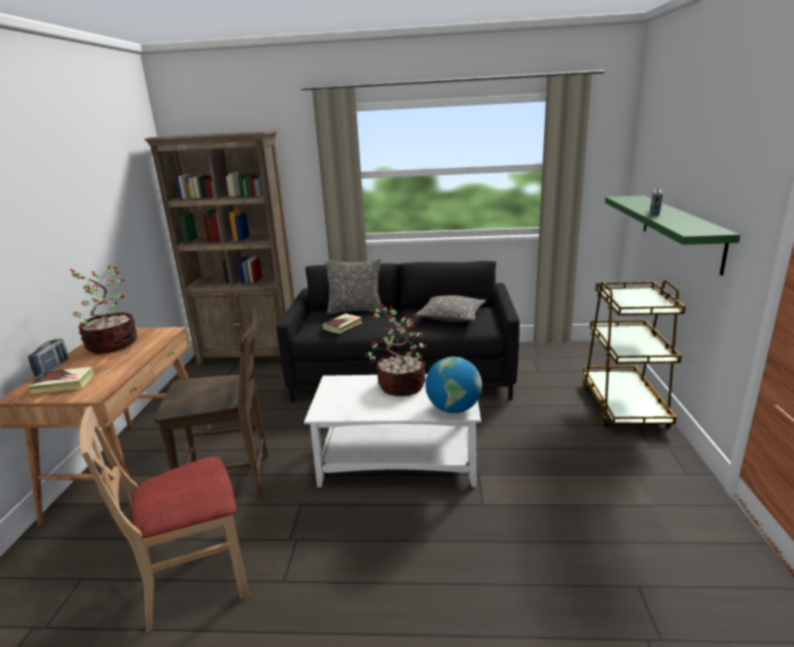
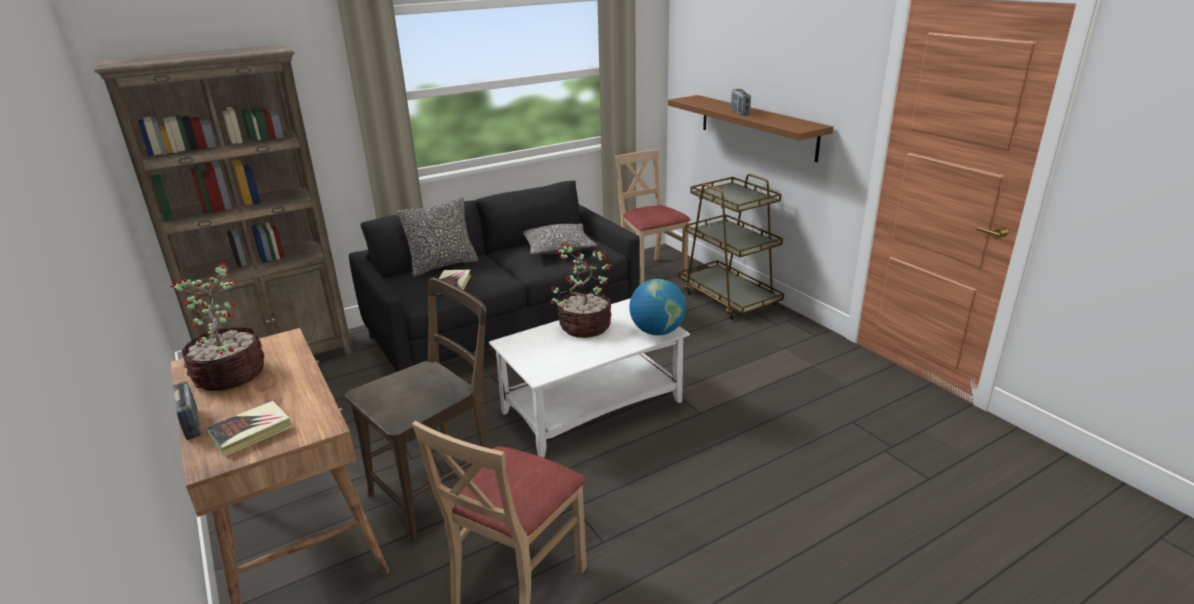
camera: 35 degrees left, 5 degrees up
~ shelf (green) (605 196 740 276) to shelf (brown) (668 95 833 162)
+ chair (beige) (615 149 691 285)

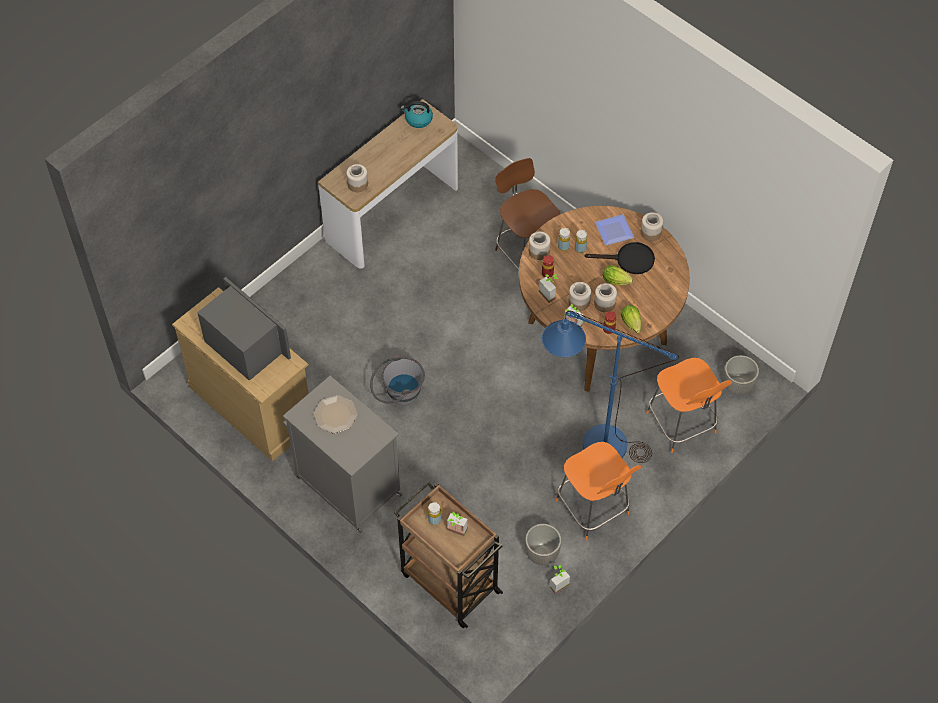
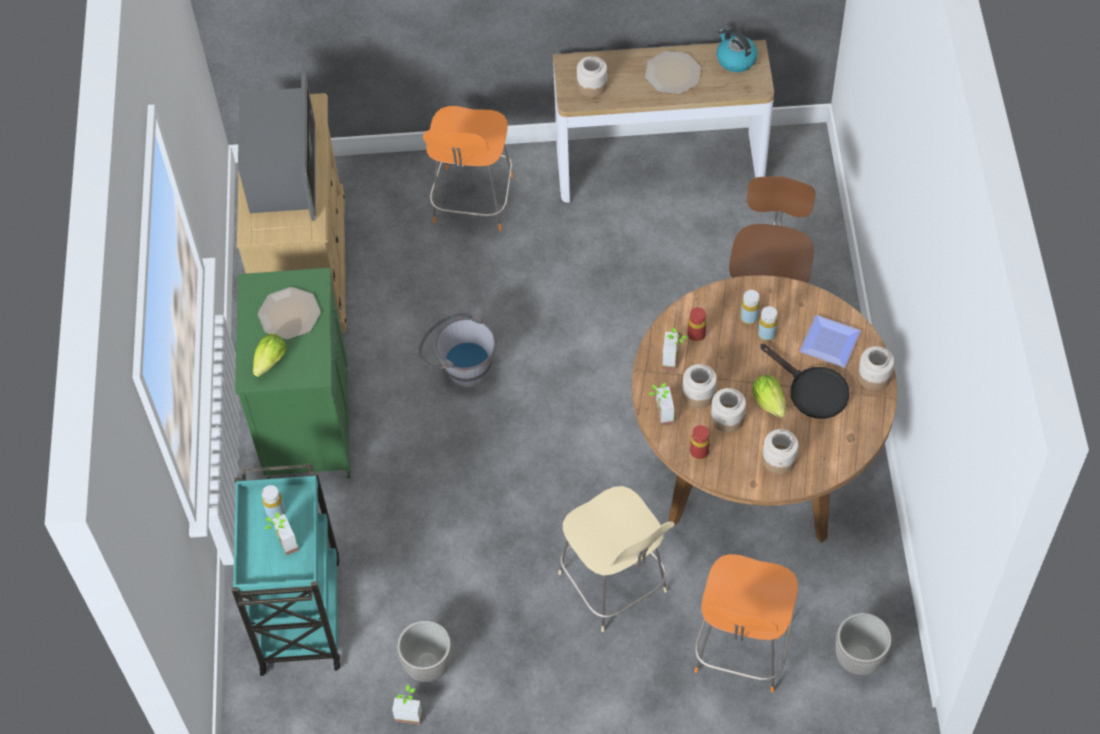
camera: 45 degrees right, 0 degrees up
~ jar (529 231 551 260) to (762 429 799 474)
~ lettuce (621 305 642 333) to (253 334 287 377)
~ floor lamp (blue) (542 311 679 463) to chair (beige) (558 486 674 632)
~ cabinet (grey) (283 376 402 533) to cabinet (green) (235 268 350 479)
~ chair (orange) (556 442 641 540) to (423 106 514 231)
~ cart (brown) (394 482 503 628) to cart (turquoise) (232 464 341 676)
+ plate (645 51 701 94)

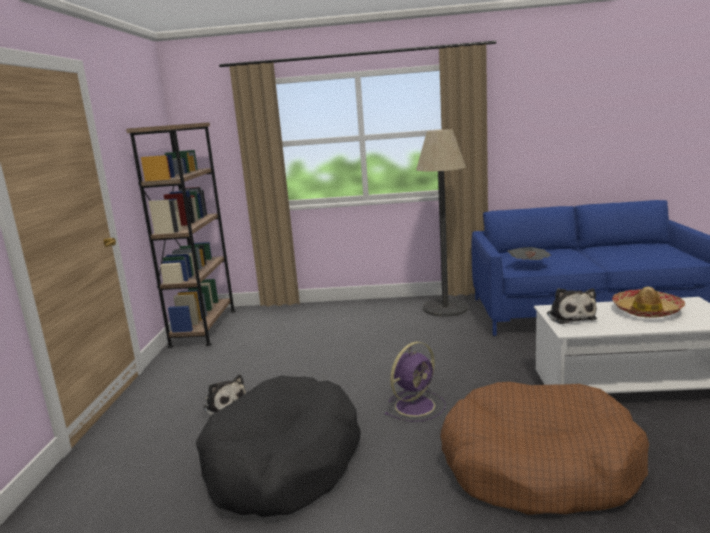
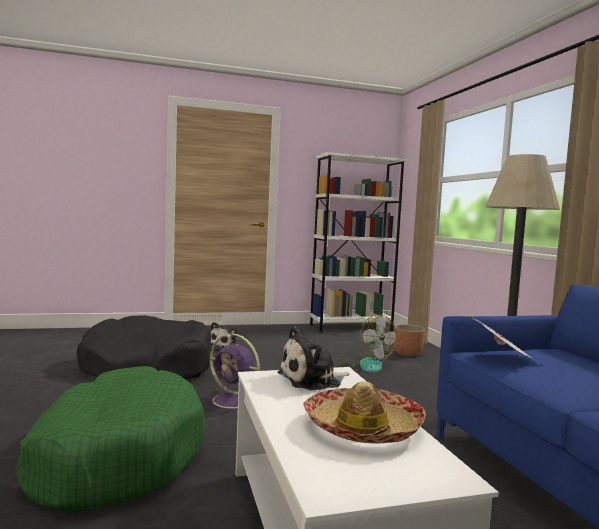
camera: 70 degrees right, 10 degrees down
~ bookcase (brown) (126 122 235 348) to bookcase (white) (309 151 407 333)
~ dog bed (brown) (440 382 649 515) to dog bed (green) (16 366 205 513)
+ fan (340 314 397 373)
+ planter (394 324 425 356)

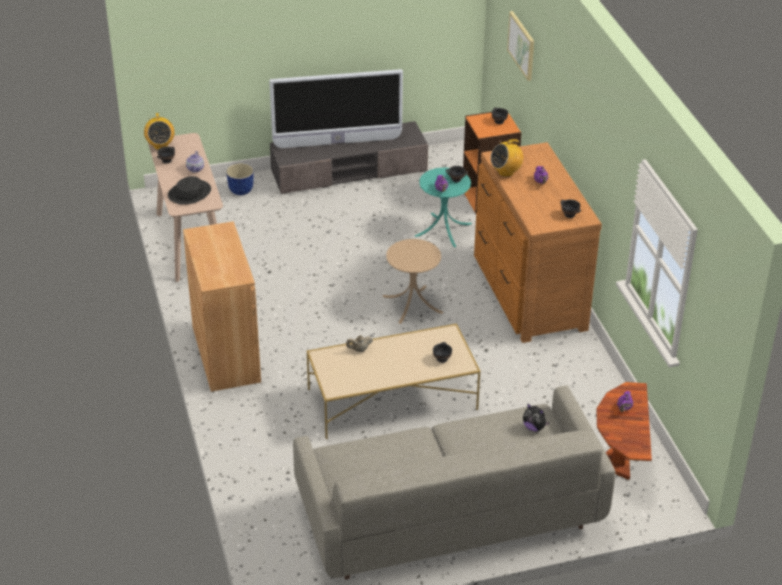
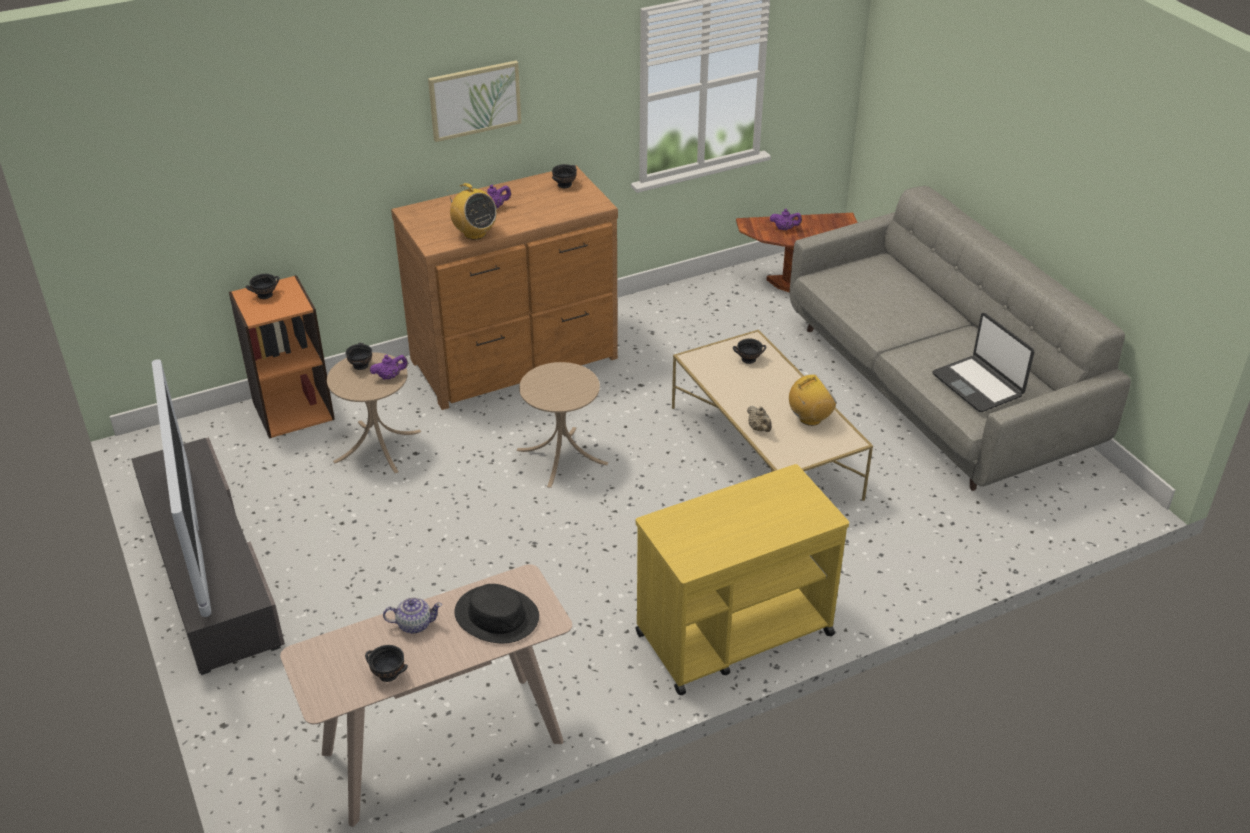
camera: 100 degrees left, 0 degrees up
~ picture (507 11 534 81) to (428 61 521 142)
~ radio (144 113 175 150) to (789 374 837 426)
- planter (226 163 254 195)
~ side table (turquoise) (414 168 472 248) to side table (beige) (327 352 421 473)
~ cabinet (brown) (183 221 261 392) to cart (yellow) (635 464 849 695)
- plush toy (523 403 550 432)
+ laptop (932 313 1034 412)

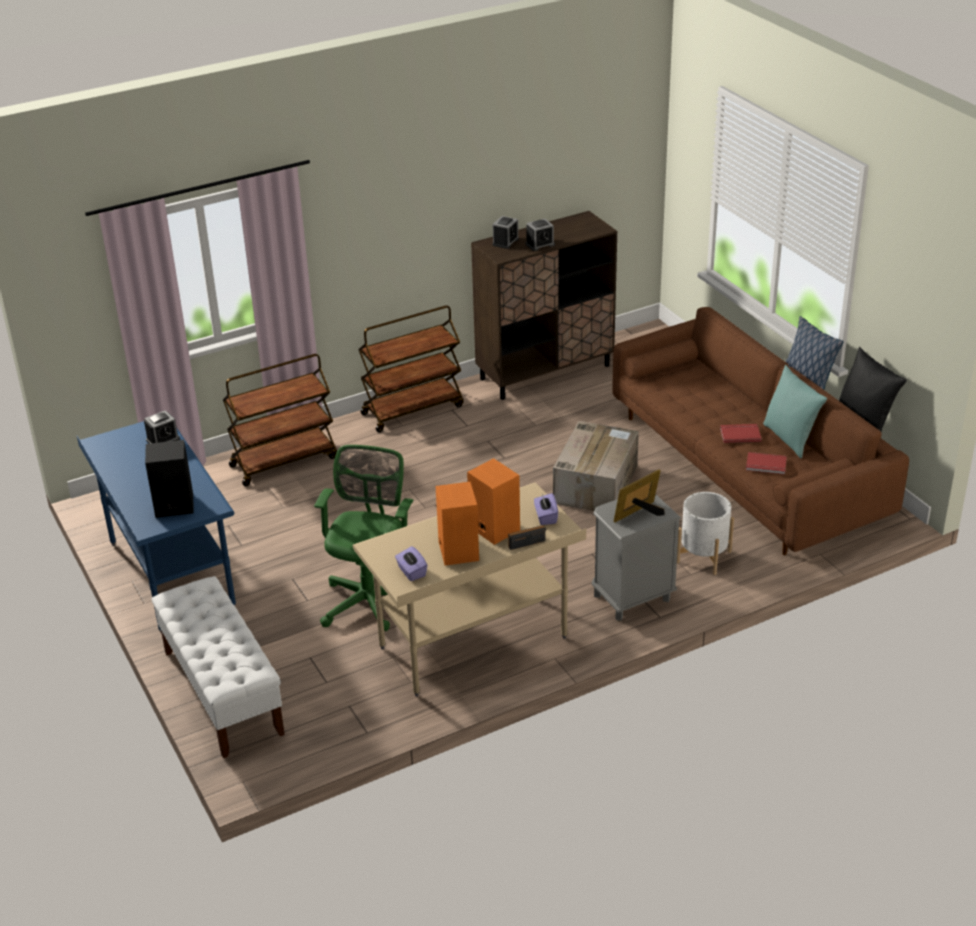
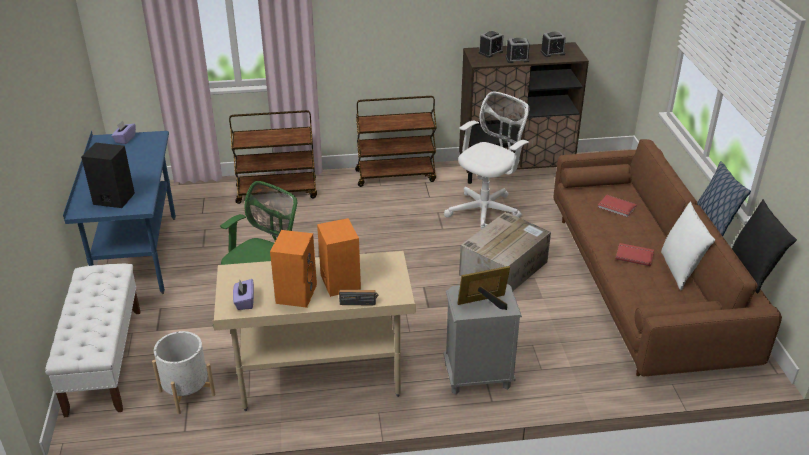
camera: 20 degrees right, 0 degrees up
~ pillow (turquoise) (763 365 827 458) to pillow (white) (661 201 715 290)
~ alarm clock (144 410 180 444) to (540 31 566 57)
~ book (red) (746 452 787 475) to (597 195 637 217)
~ planter (white) (677 492 734 575) to (152 331 216 415)
~ tissue box (purple) (534 493 558 525) to (112 120 136 144)
+ office chair (white) (444 91 530 229)

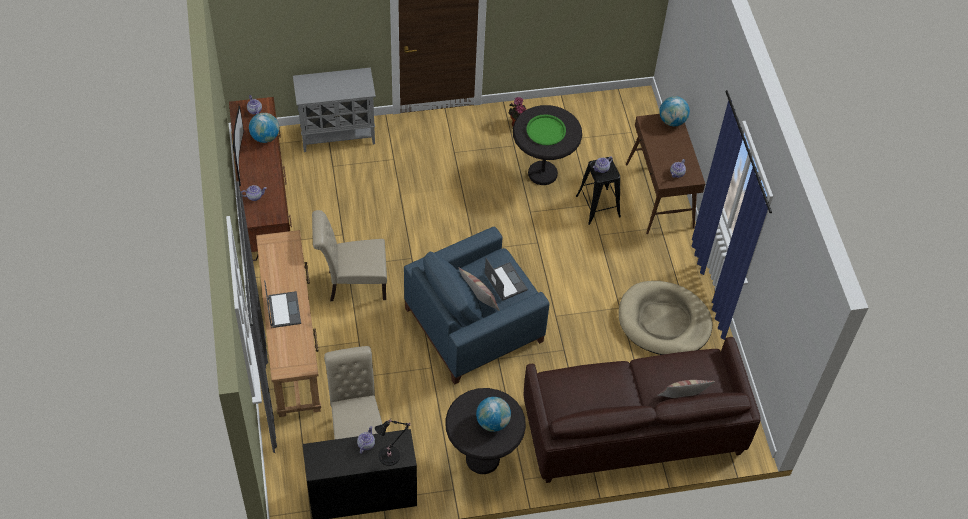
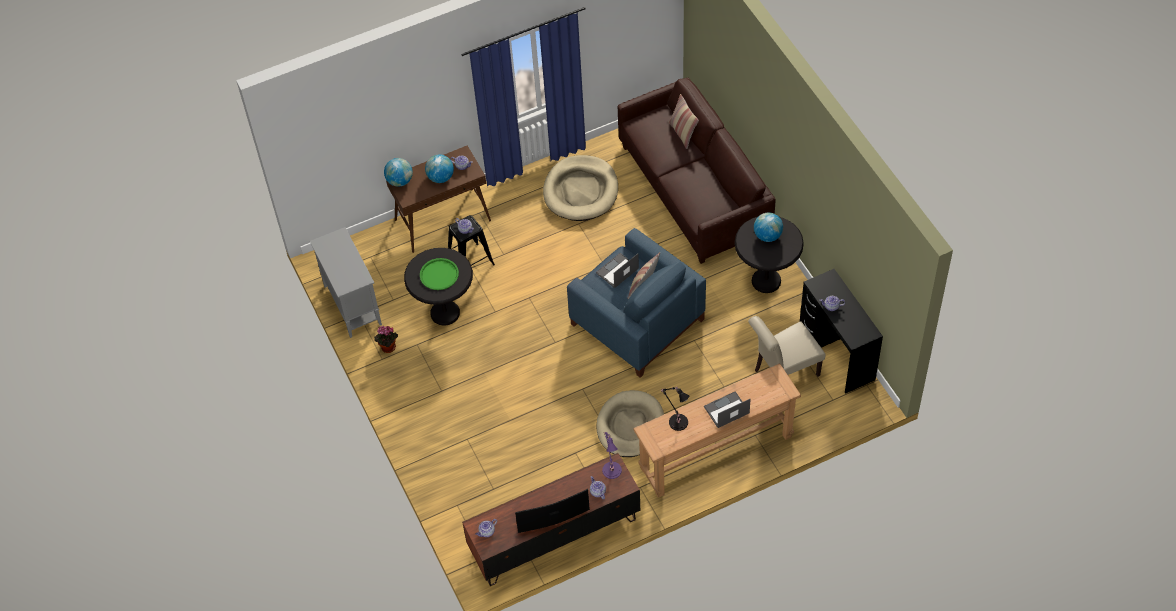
camera: 100 degrees left, 0 degrees up
~ cabinet (grey) (293 68 376 152) to (310 227 382 338)
~ globe (249 113 279 143) to (425 154 454 183)
~ chair (beige) (312 210 387 301) to dog bed (beige) (597 390 664 457)
~ table lamp (black) (375 419 411 466) to (661 387 689 431)
+ table lamp (purple) (602 432 622 479)

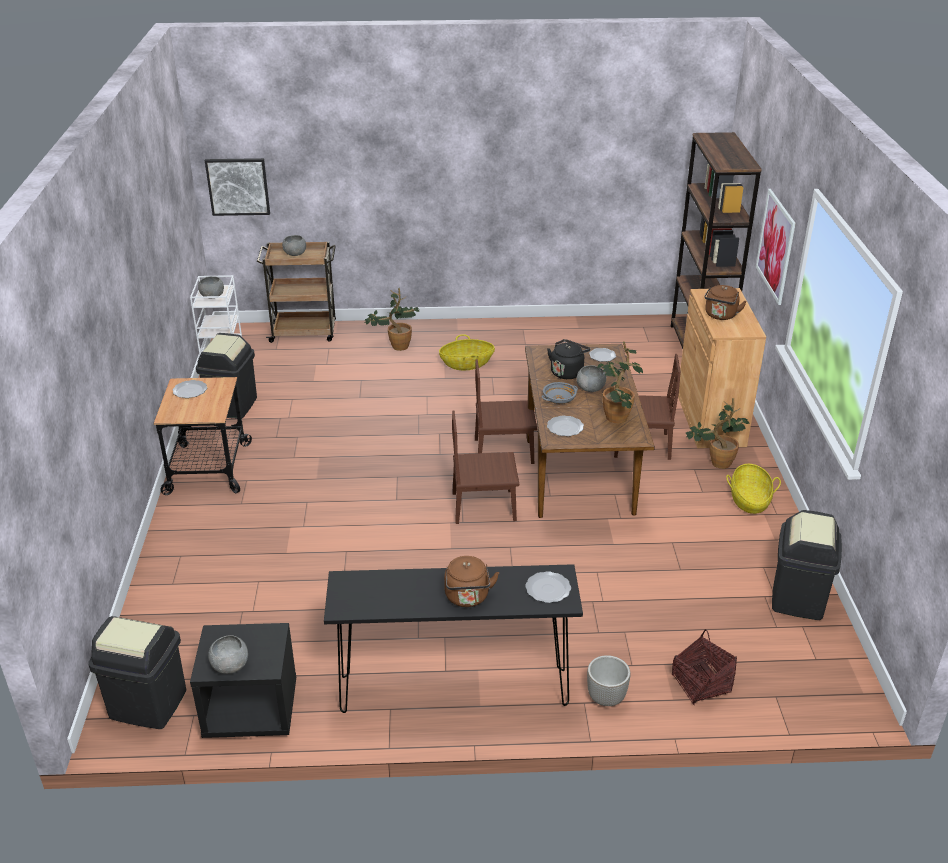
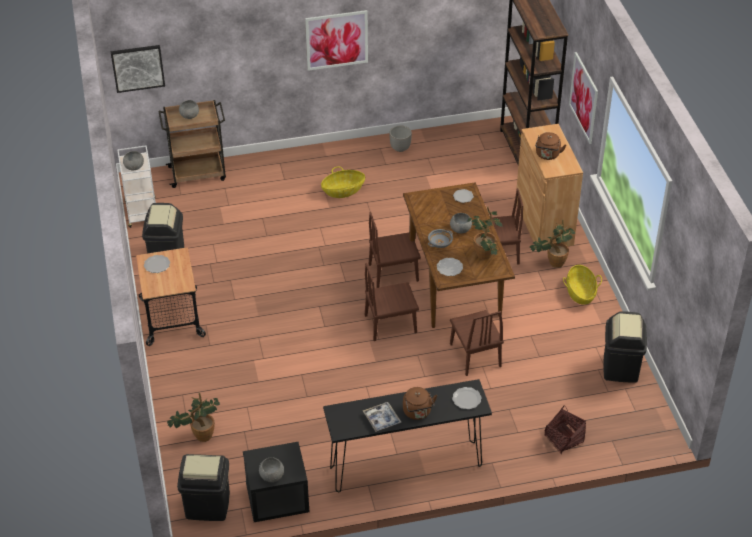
camera: 10 degrees left, 10 degrees up
~ potted plant (364 288 419 351) to (167 393 220 442)
- kettle (black) (547 339 590 379)
~ planter (587 655 631 706) to (389 126 412 152)
+ picture (305 10 368 71)
+ chair (brown) (450 310 504 376)
+ tray (363 402 401 432)

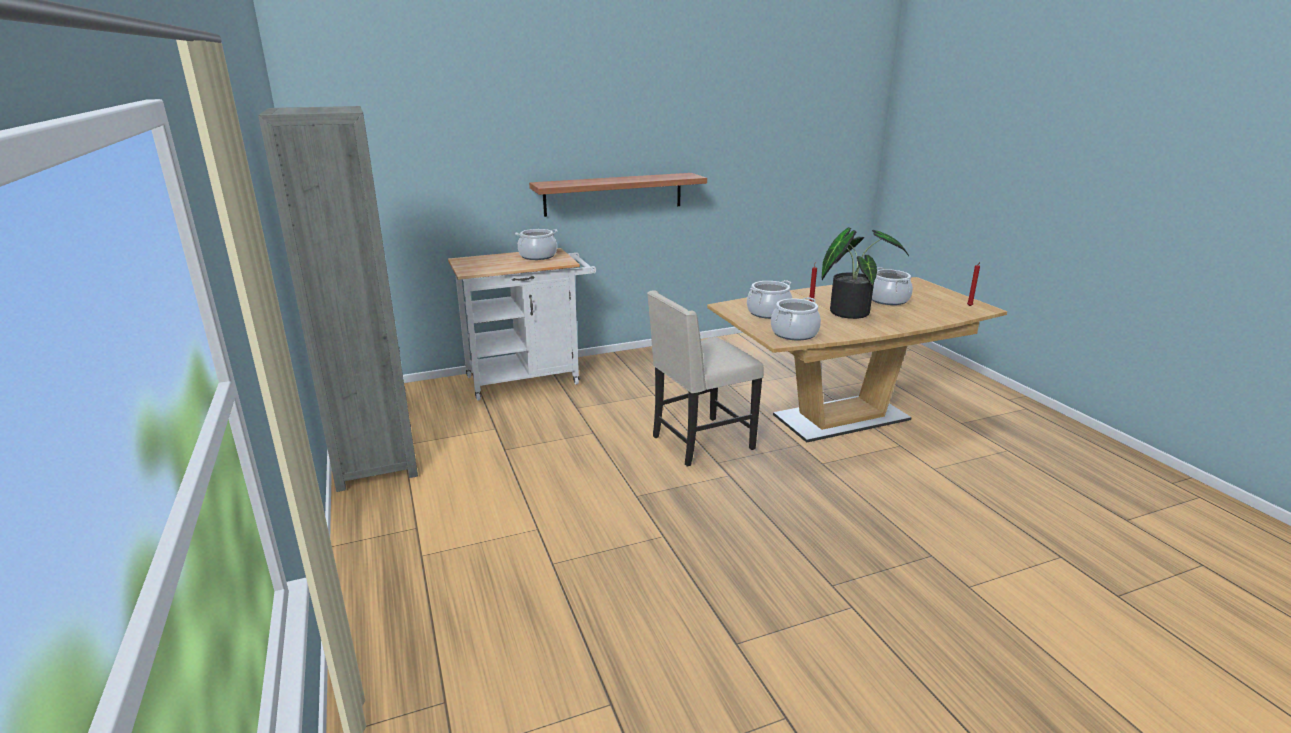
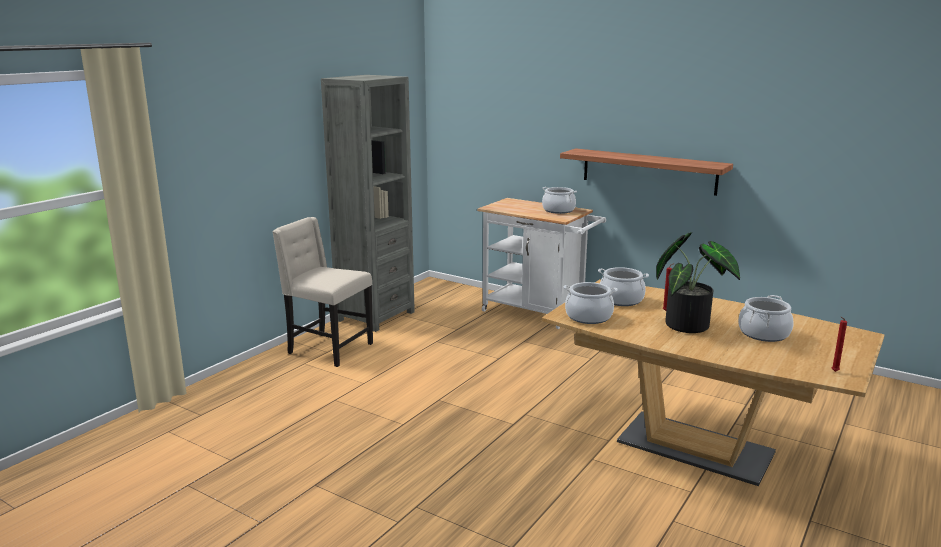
camera: 55 degrees right, 5 degrees down
~ chair (beige) (647 290 764 467) to (272 217 373 367)

